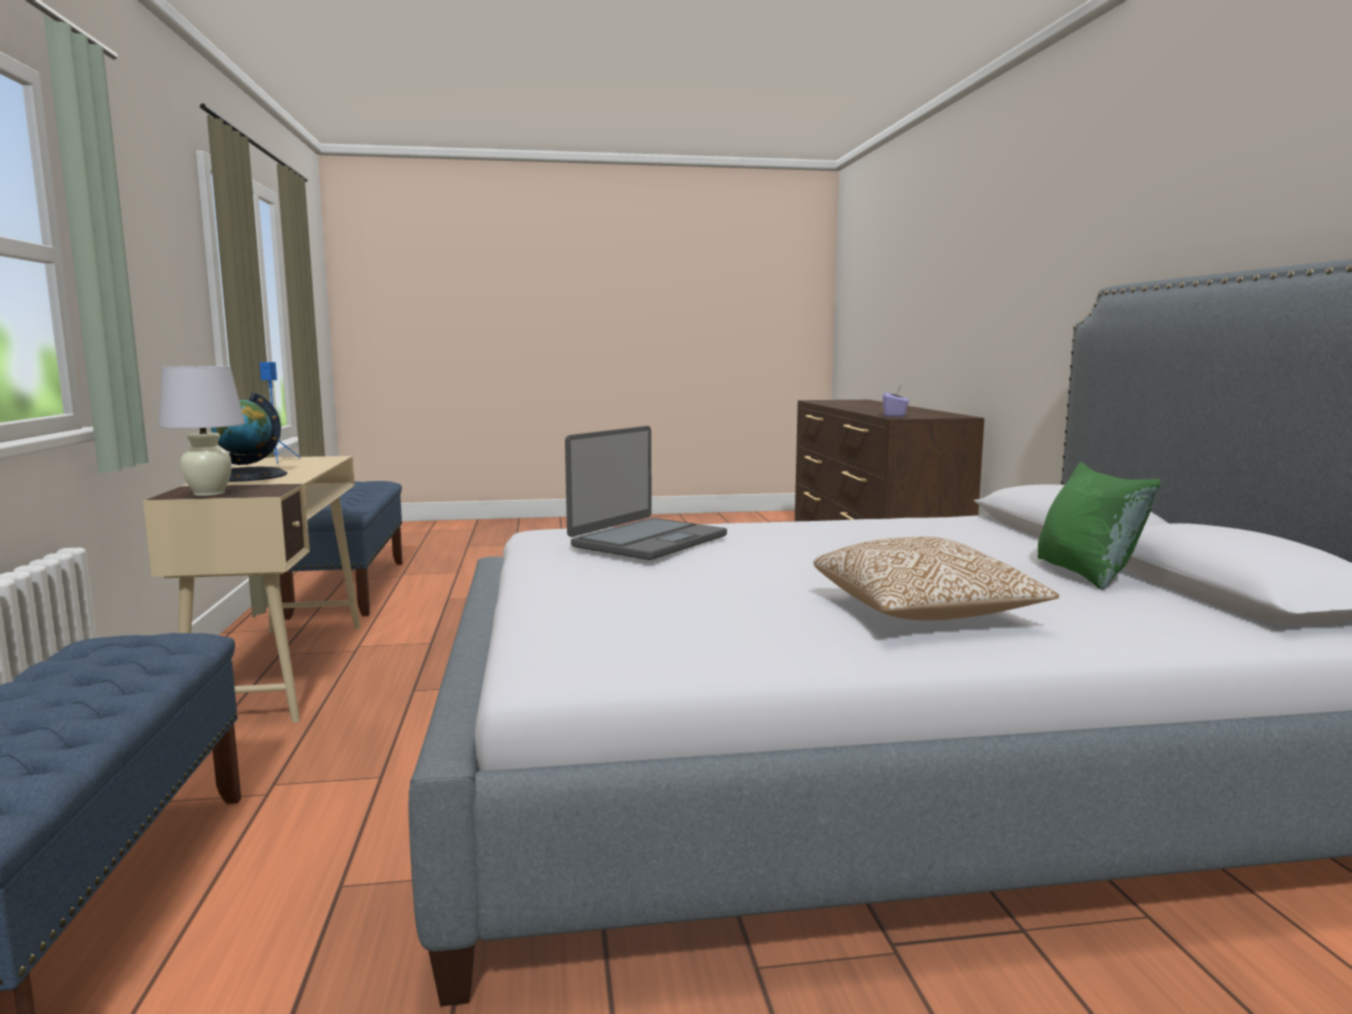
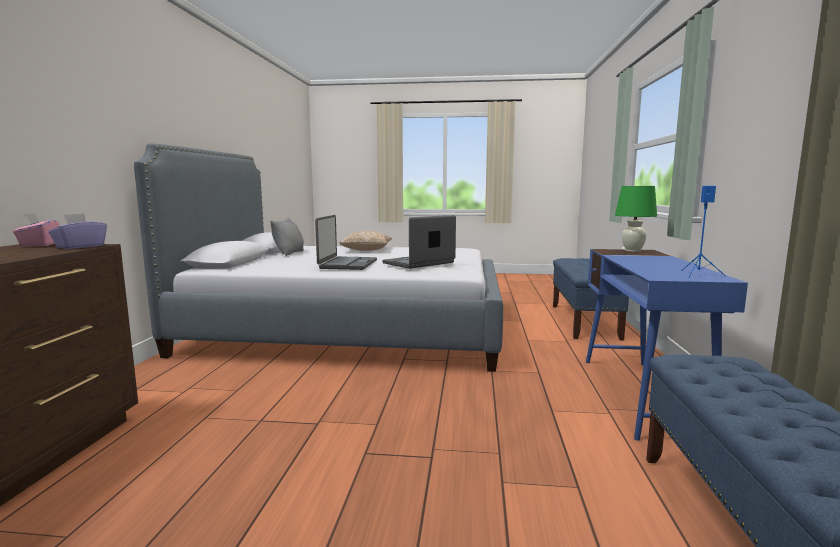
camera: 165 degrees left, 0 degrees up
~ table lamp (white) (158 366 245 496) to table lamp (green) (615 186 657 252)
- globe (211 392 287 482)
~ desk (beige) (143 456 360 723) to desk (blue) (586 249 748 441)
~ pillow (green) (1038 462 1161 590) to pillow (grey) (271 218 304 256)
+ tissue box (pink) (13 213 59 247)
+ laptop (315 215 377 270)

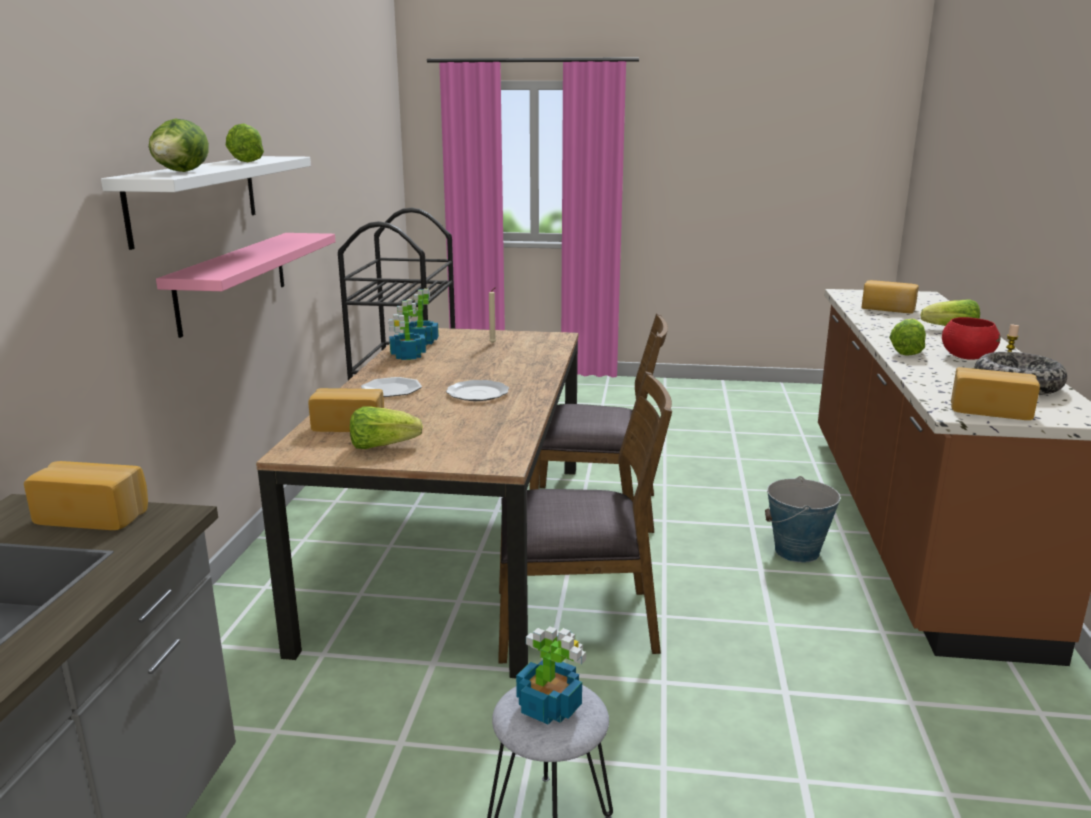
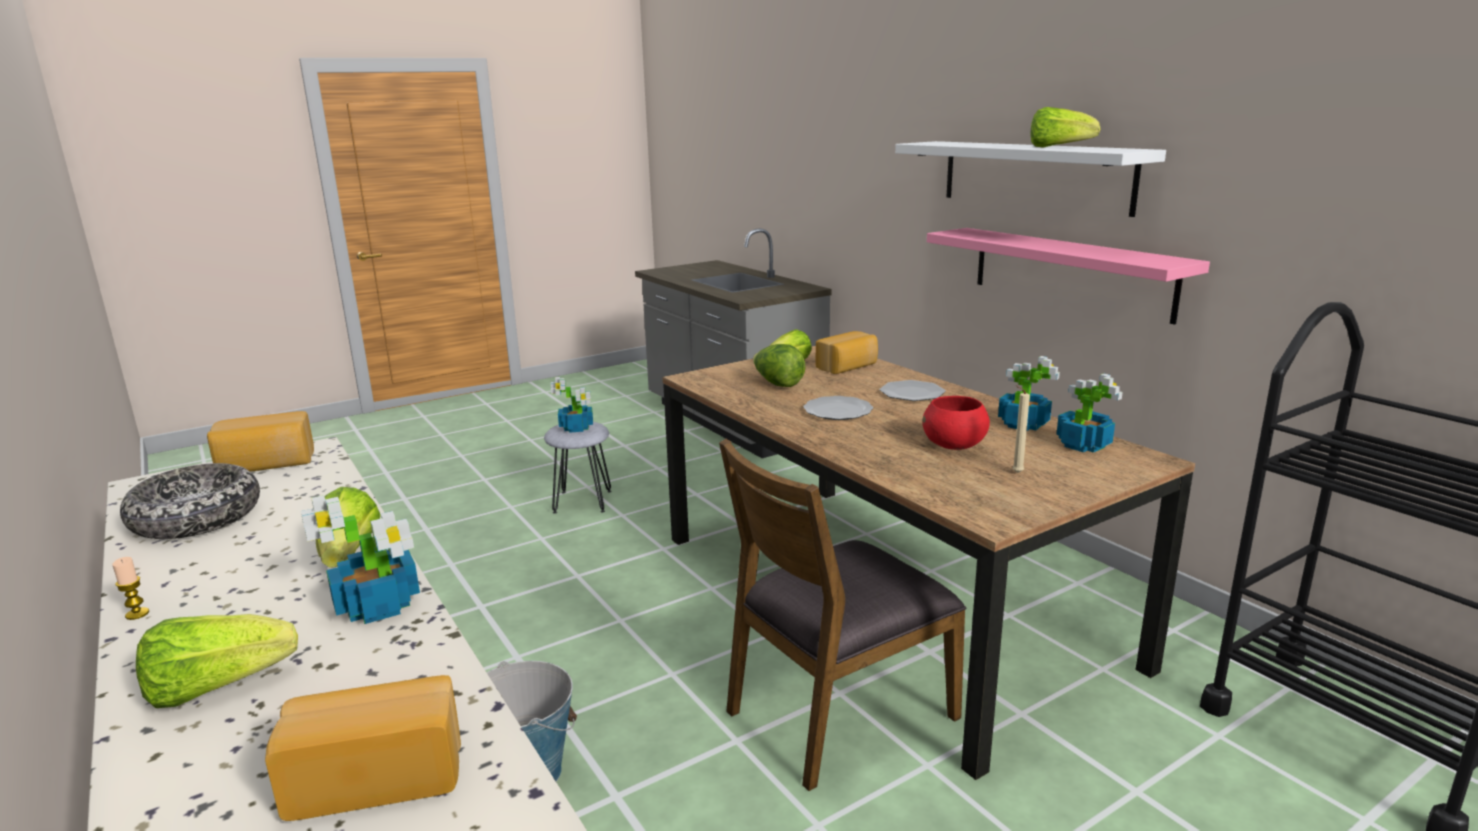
camera: 140 degrees right, 0 degrees up
~ lettuce (149 118 209 172) to (753 344 806 387)
~ bowl (red) (942 317 1001 360) to (922 396 990 450)
- chair (brown) (498 371 672 664)
- bread (24 461 148 530)
+ potted plant (301 495 420 624)

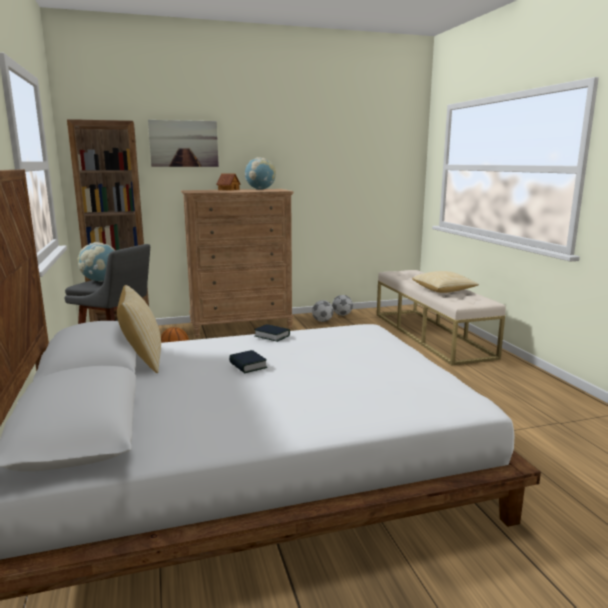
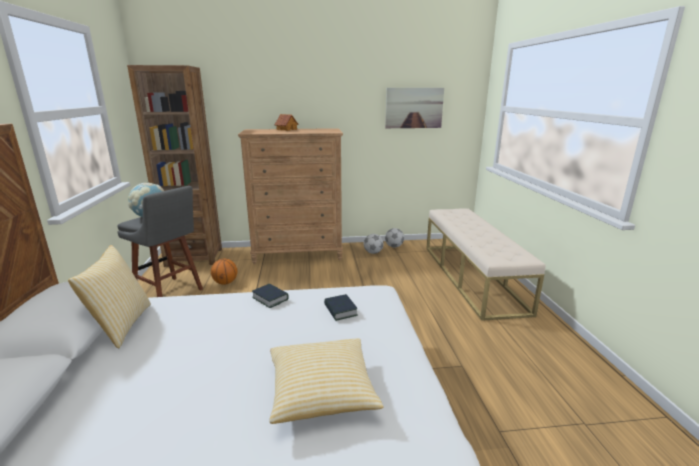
camera: 10 degrees right, 5 degrees up
~ picture (148 120 219 167) to (385 88 444 128)
- globe (245 157 276 190)
~ pillow (412 271 479 293) to (270 338 383 424)
~ book (229 350 267 373) to (324 294 358 321)

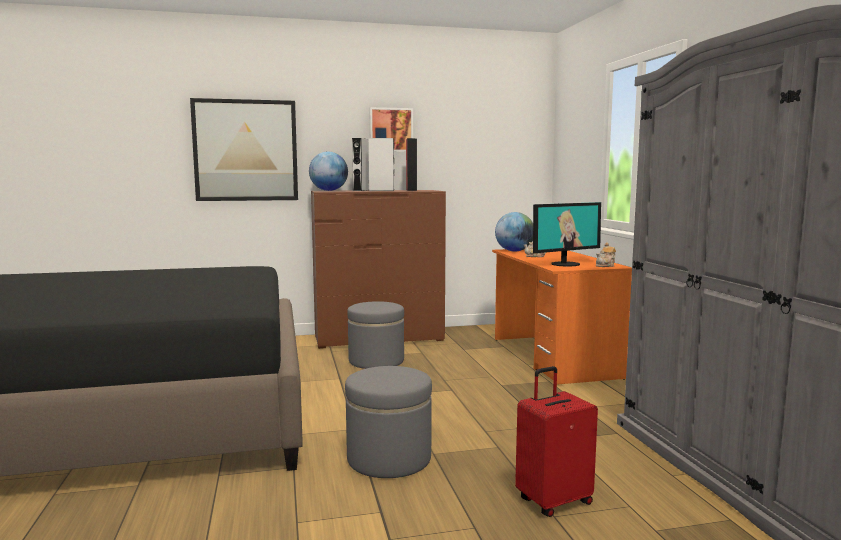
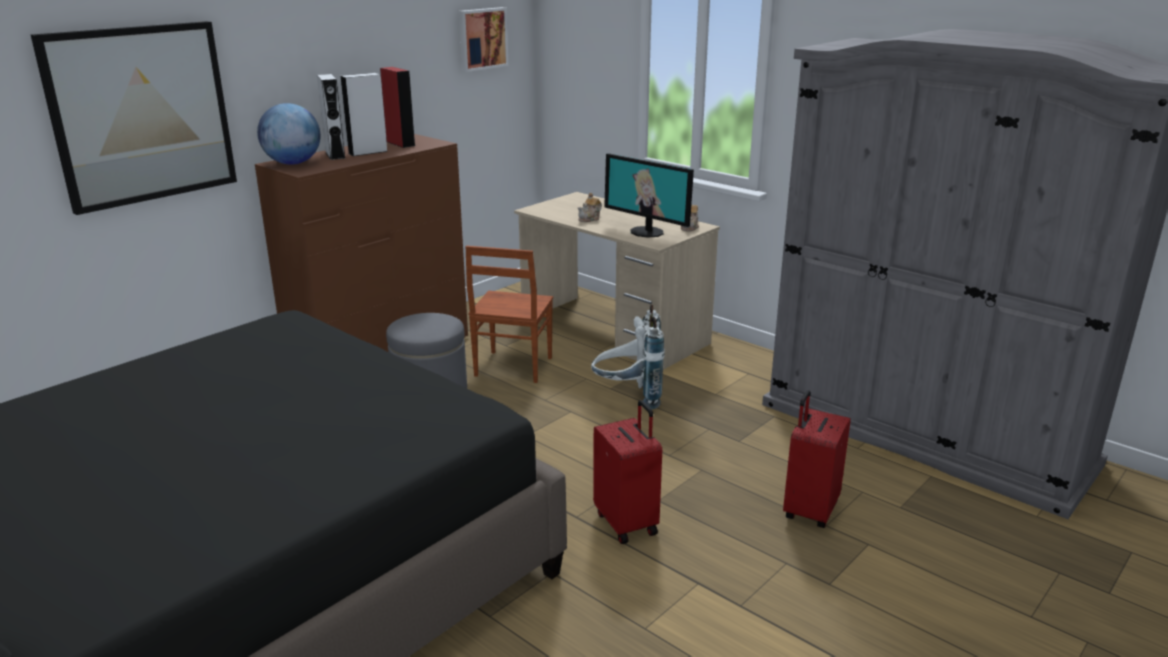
camera: 35 degrees left, 15 degrees up
~ picture (369 107 413 152) to (458 7 508 72)
~ monitor (533 202 601 267) = (604 153 694 238) 105 degrees clockwise
- globe (495 212 533 252)
~ desk (orange) (492 249 632 385) to desk (beige) (514 192 720 370)
~ ottoman (grey) (345 366 432 478) to suitcase (red) (593 400 662 544)
+ chair (brown) (465 246 553 383)
+ backpack (white) (591 305 665 409)

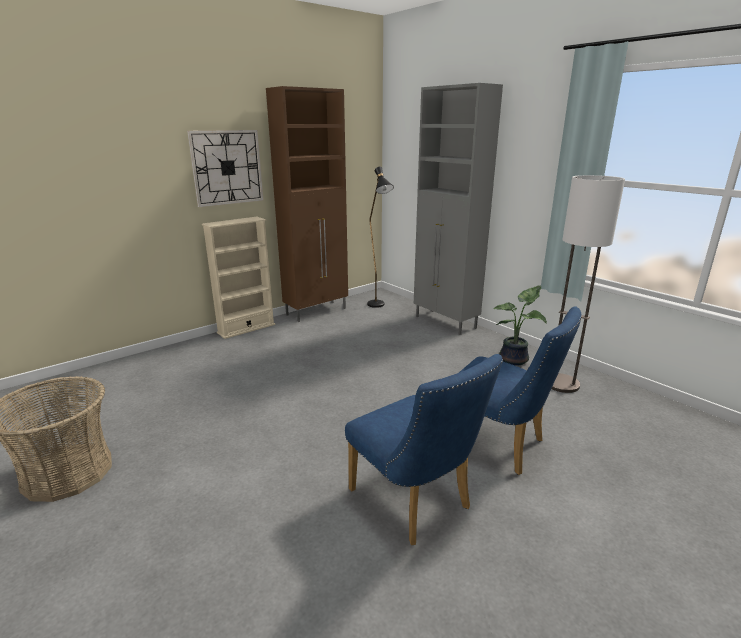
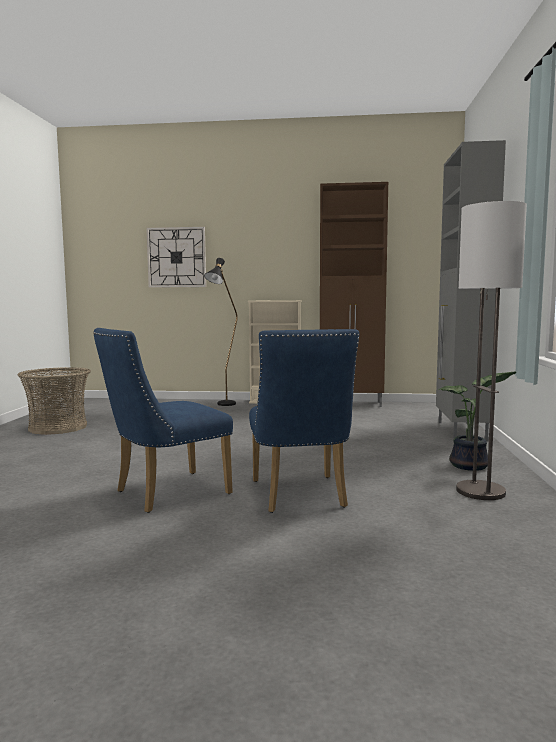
camera: 45 degrees right, 15 degrees down
~ wall clock (187 130 264 207) to (146 227 206 288)
~ floor lamp (black) (367 167 394 308) to (204 258 238 406)
~ chair (blue) (345 354 503 545) = (93 328 233 513) 45 degrees clockwise

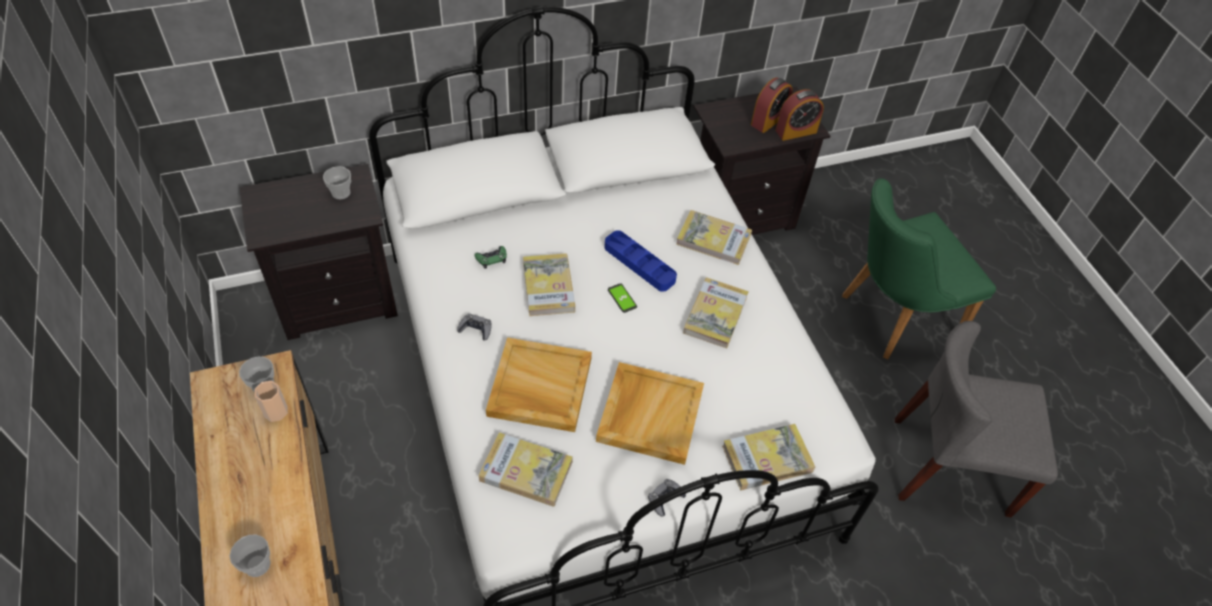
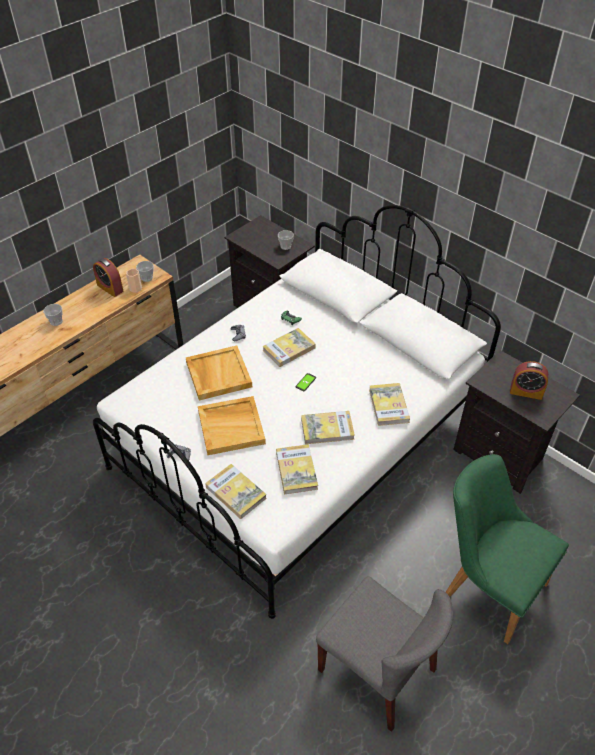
camera: 65 degrees right, 5 degrees down
~ alarm clock (775 89 824 141) to (93 258 124 297)
- tray (blue) (604 230 677 292)
~ chair (grey) (895 321 1058 517) = (316 576 453 732) 150 degrees clockwise
~ book (478 432 573 507) to (276 444 318 494)

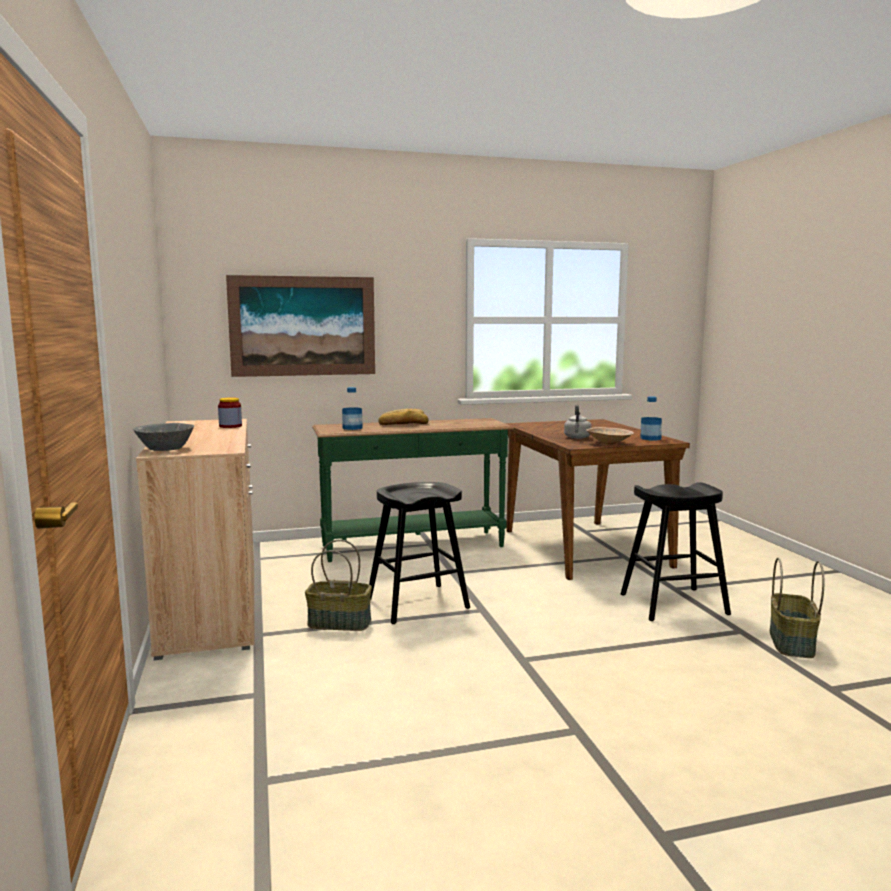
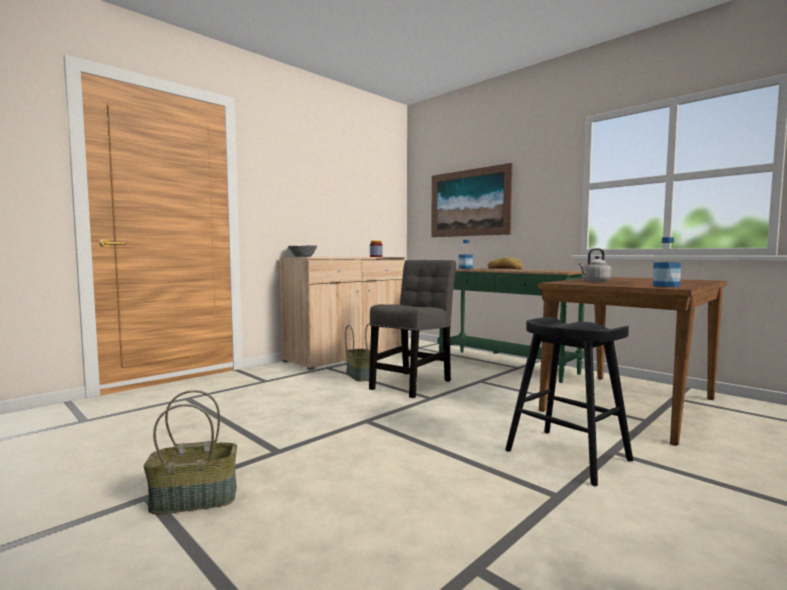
camera: 60 degrees right, 5 degrees down
- bowl (beige) (586 427 634 445)
~ stool (black) (369 482 470 624) to chair (grey) (369 260 456 398)
~ basket (770 558 824 658) to (144 390 237 514)

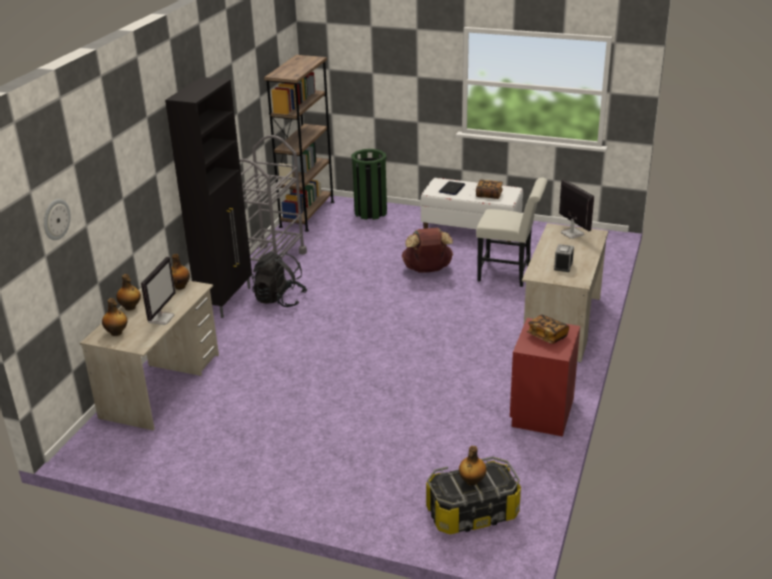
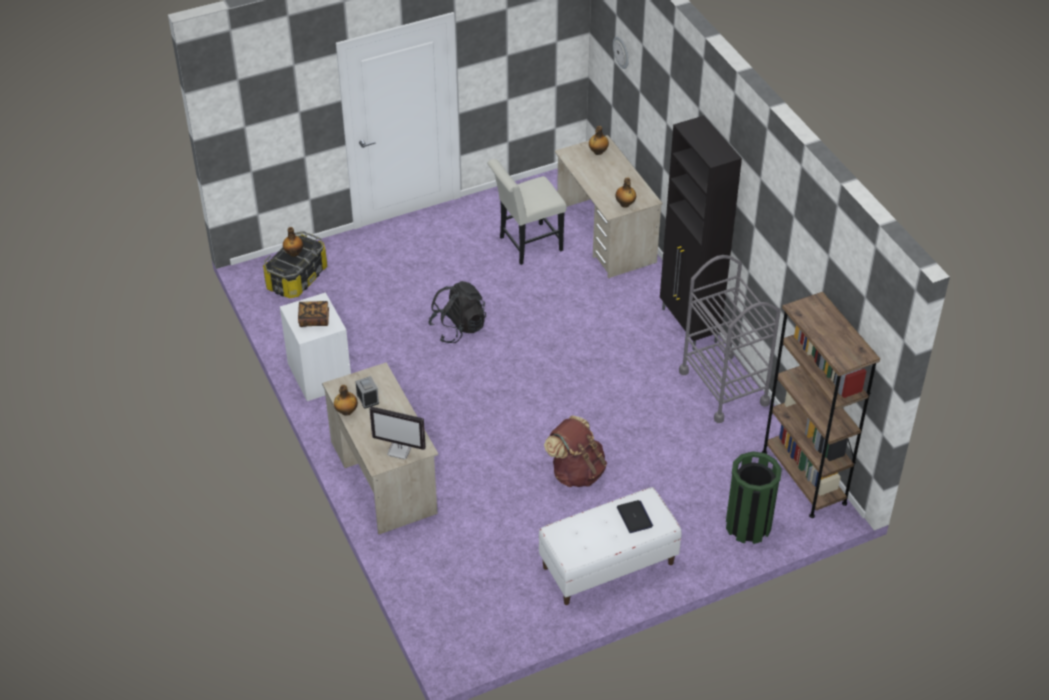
camera: 135 degrees right, 15 degrees up
~ chair (white) (476 178 548 287) to (487 159 567 265)
- book (476 180 503 199)
~ backpack (black) (251 251 307 307) to (428 281 486 343)
- monitor (141 256 175 325)
~ bottle (116 274 141 311) to (334 385 358 416)
~ nightstand (red) (510 318 580 437) to nightstand (white) (280 293 351 401)

